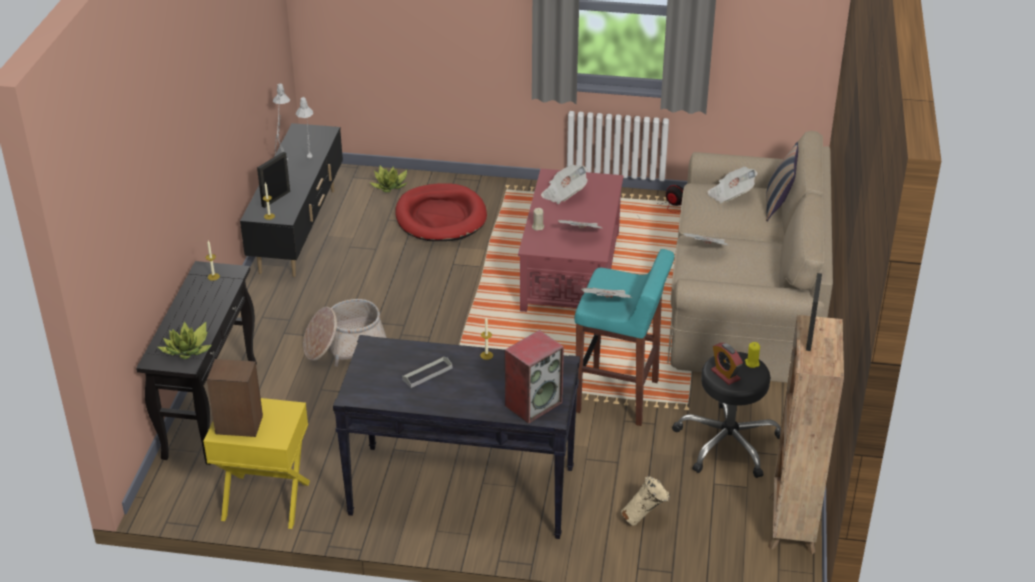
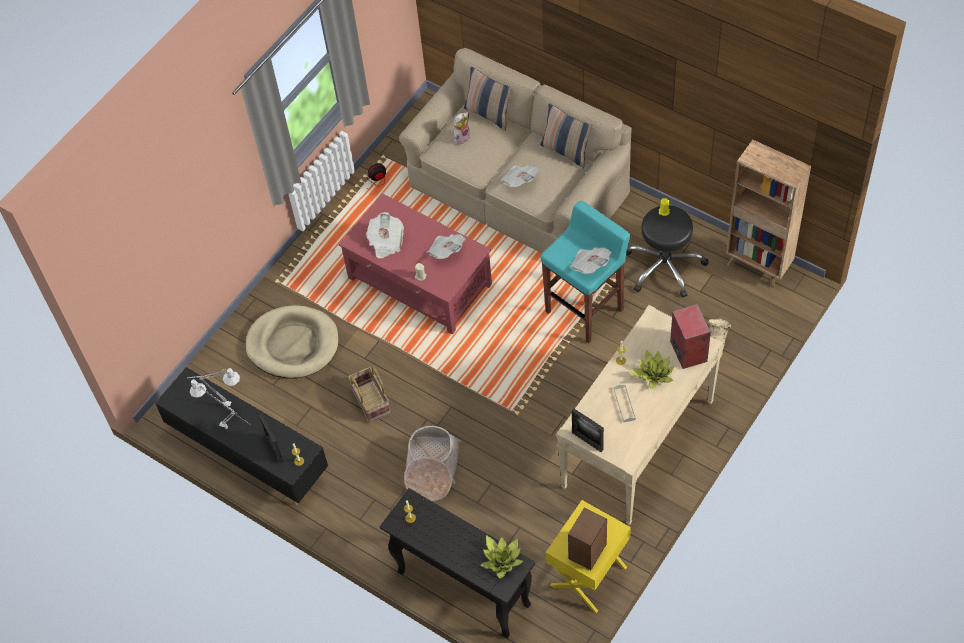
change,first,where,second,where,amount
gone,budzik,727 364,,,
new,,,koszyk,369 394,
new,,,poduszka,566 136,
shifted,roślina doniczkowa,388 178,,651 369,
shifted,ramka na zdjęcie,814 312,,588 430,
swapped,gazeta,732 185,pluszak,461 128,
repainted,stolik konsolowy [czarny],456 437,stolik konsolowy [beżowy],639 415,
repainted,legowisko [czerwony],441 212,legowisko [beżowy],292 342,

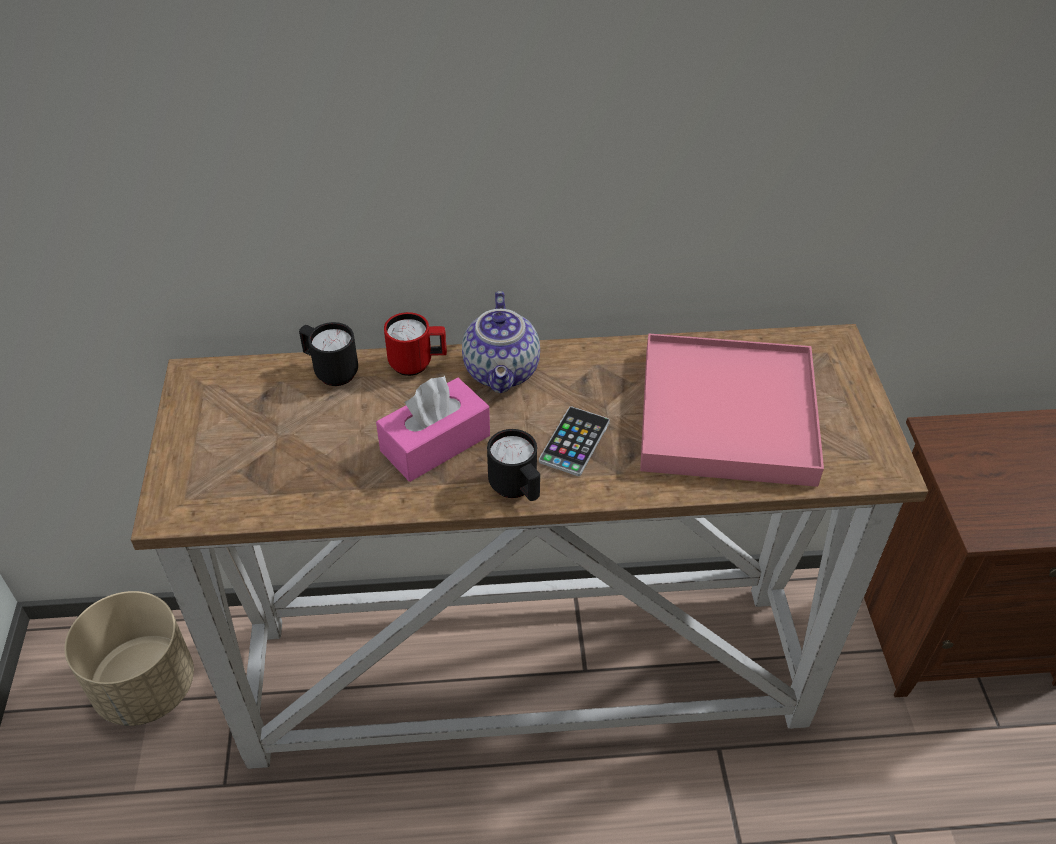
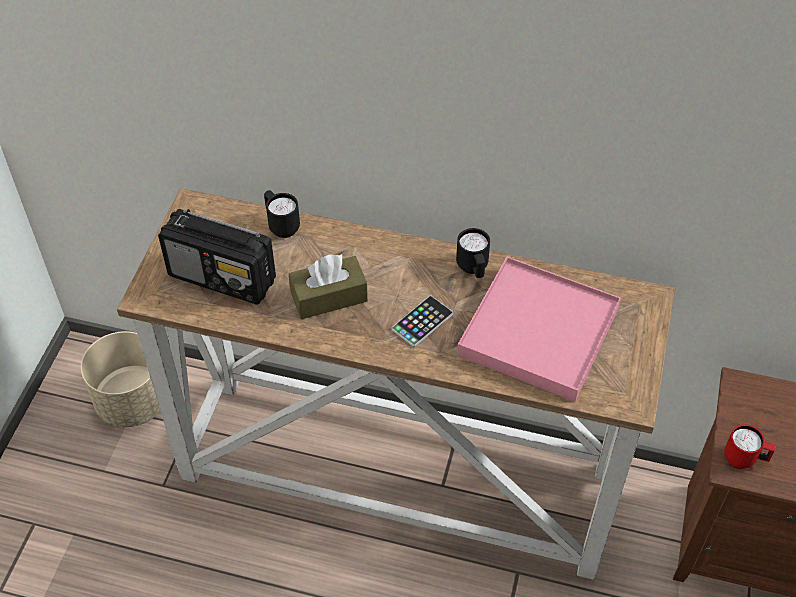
change,first,where,second,where,amount
gone,imbryk,501 342,,,
new,,,radio,217 257,
shifted,kubek [czerwony],415 344,,750 446,
shifted,kubek [czarny],513 465,,473 253,
repainted,pudełko chusteczek [różowy],433 429,pudełko chusteczek [brązowy],328 286,

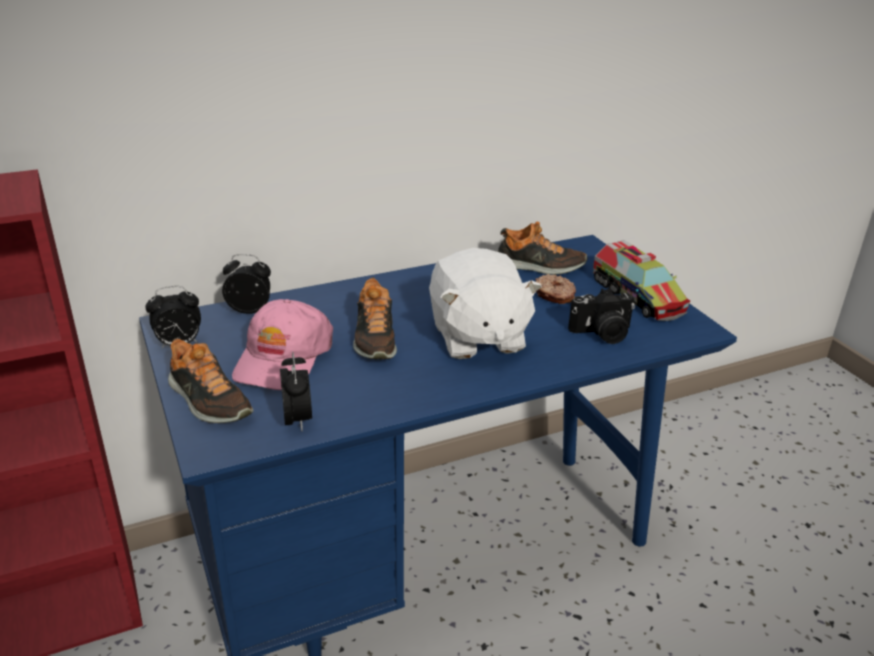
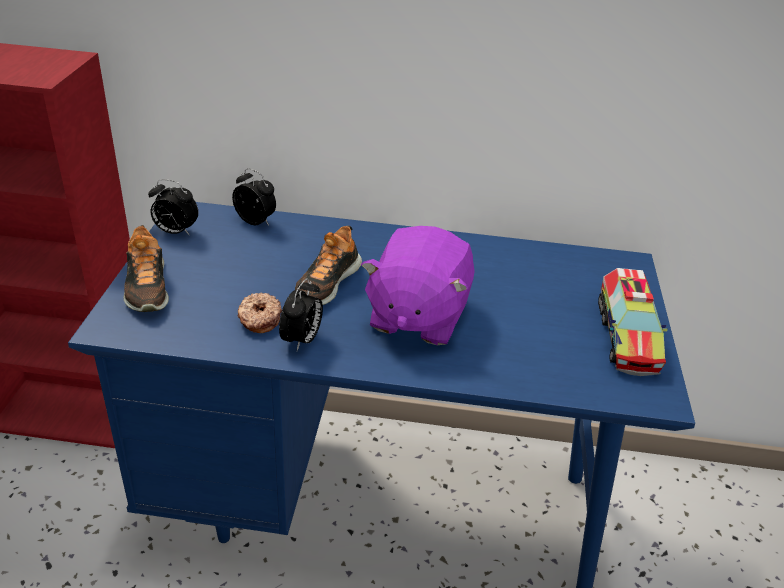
change,first,where,second,where,amount
gone,czapka z daszkiem [różowy],282 344,,,
gone,but,542 248,,,
gone,aparat fotograficzny,601 316,,,
shifted,budzik,296 391,,301 314,
shifted,donut,555 289,,260 313,
repainted,pluszak [biały],485 303,pluszak [fioletowy],418 285,

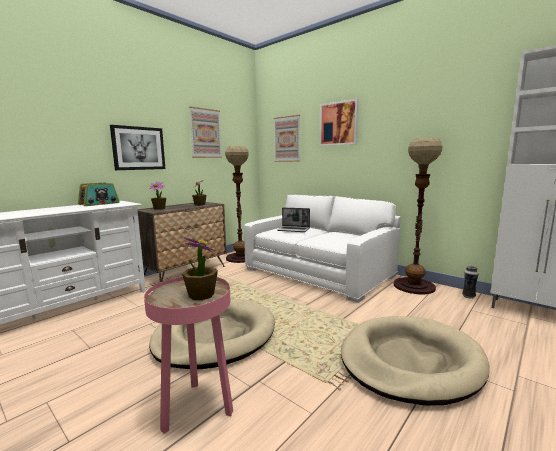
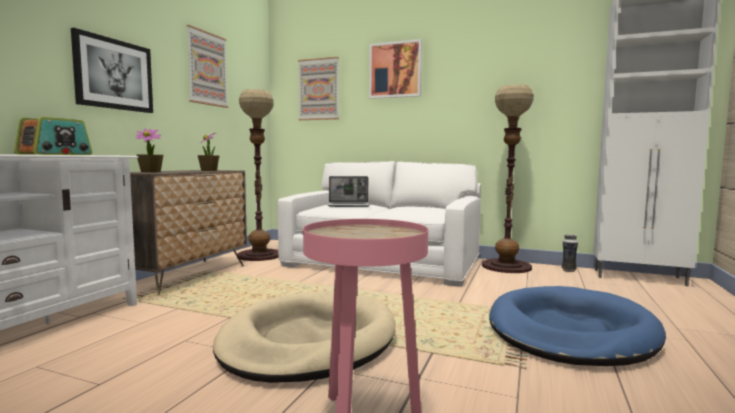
change,first,where,second,where,amount
gone,roślina doniczkowa,200 268,,,
repainted,legowisko [beżowy],415 361,legowisko [niebieski],577 326,

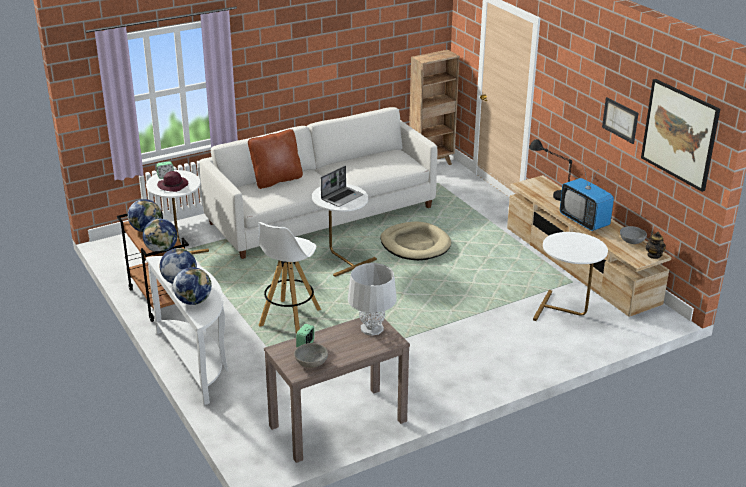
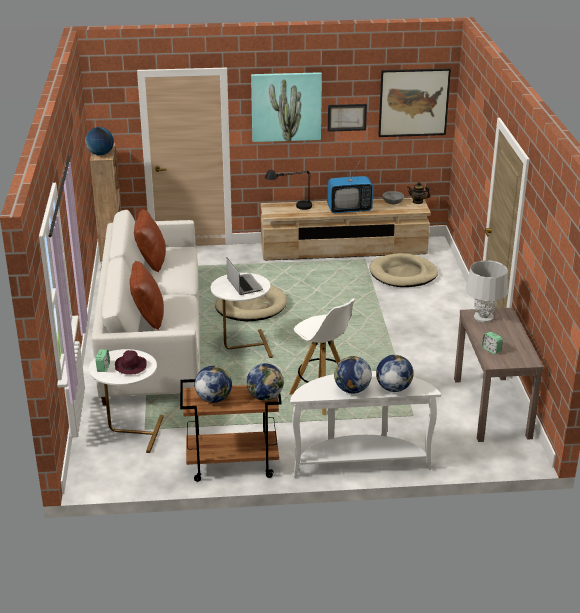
change,first,where,second,where,amount
gone,miska [szary],311 355,,,
new,,,globus,99 141,
new,,,poduszka [brązowy],150 240,
new,,,obraz,286 107,
swapped,stolik [biały],570 276,legowisko [beżowy],403 270,

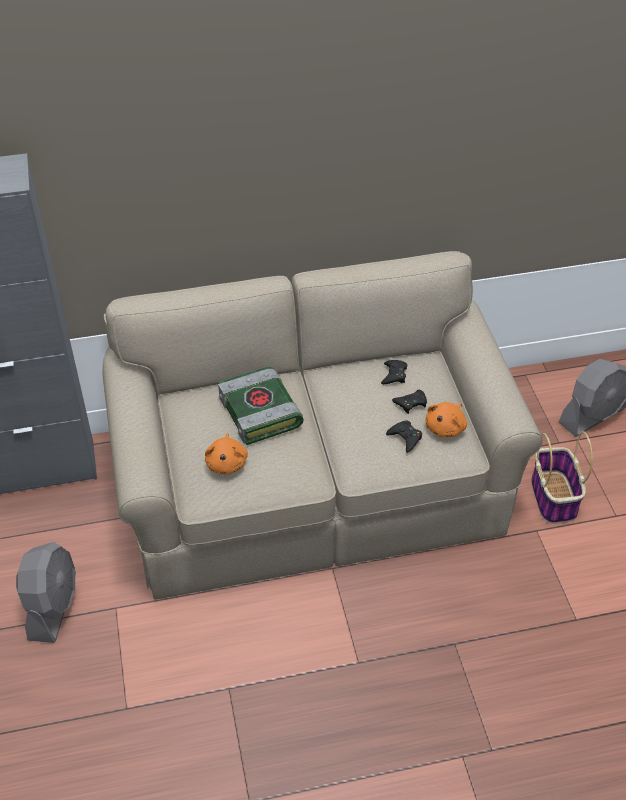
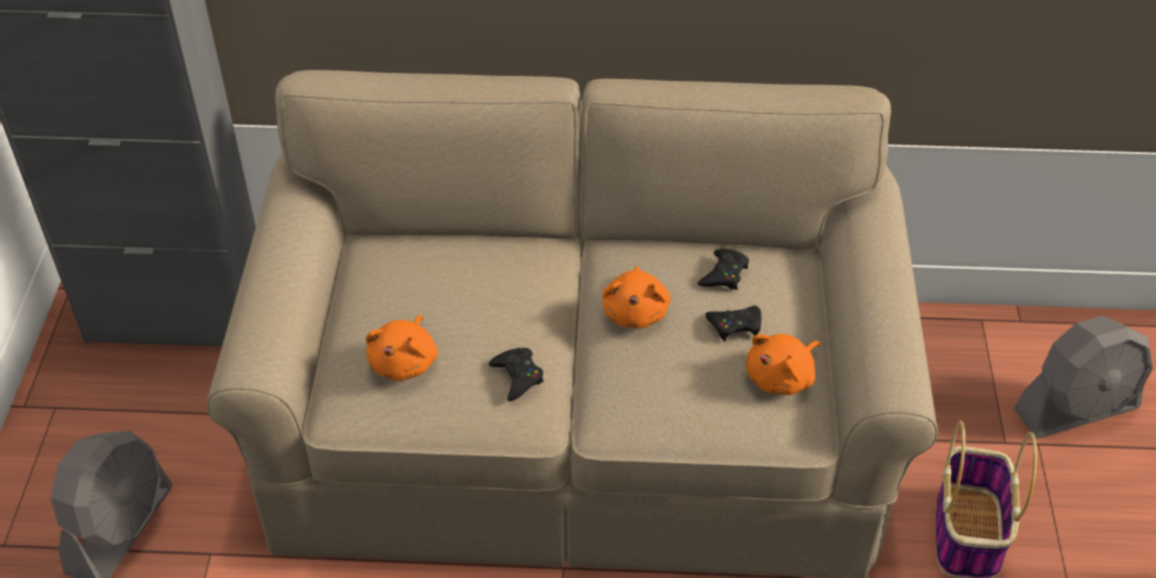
change,first,where,second,where,amount
gone,książka,261 406,,,
new,,,pluszak [pomarańczowy],636 297,
shifted,pad do gier [czarny],404 437,,516 374,

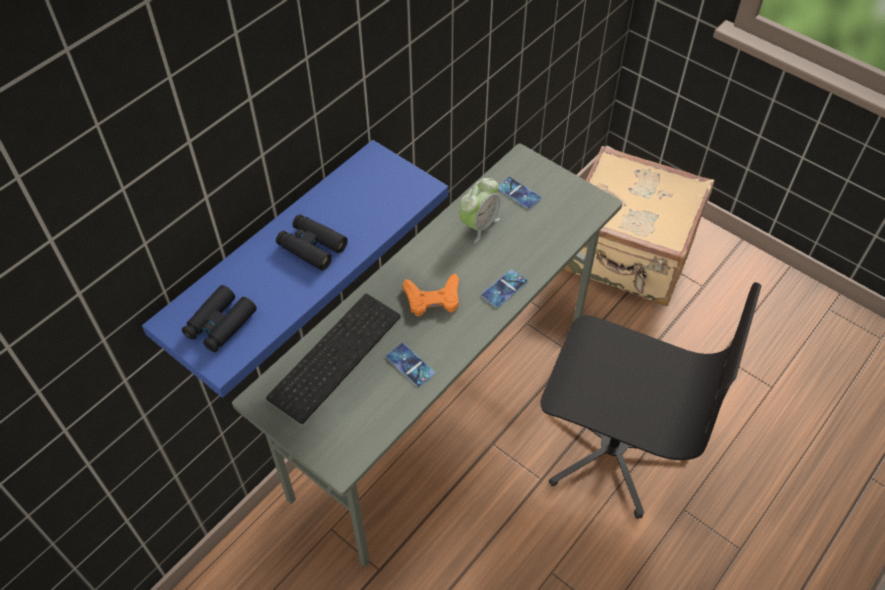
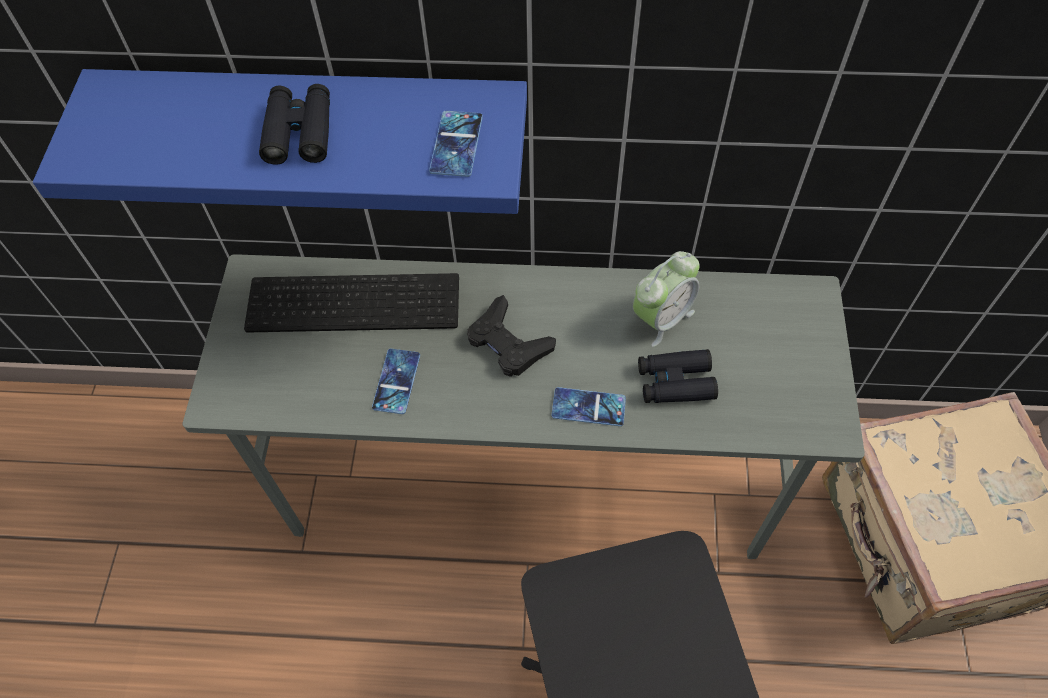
change,first,where,second,where,amount
shifted,lornetka [czarny],219 318,,678 376,
shifted,telefon,520 193,,456 144,
repainted,pad do gier [pomarańczowy],431 295,pad do gier [czarny],511 336,
rotated,budzik,479 210,,666 299,45 degrees counterclockwise

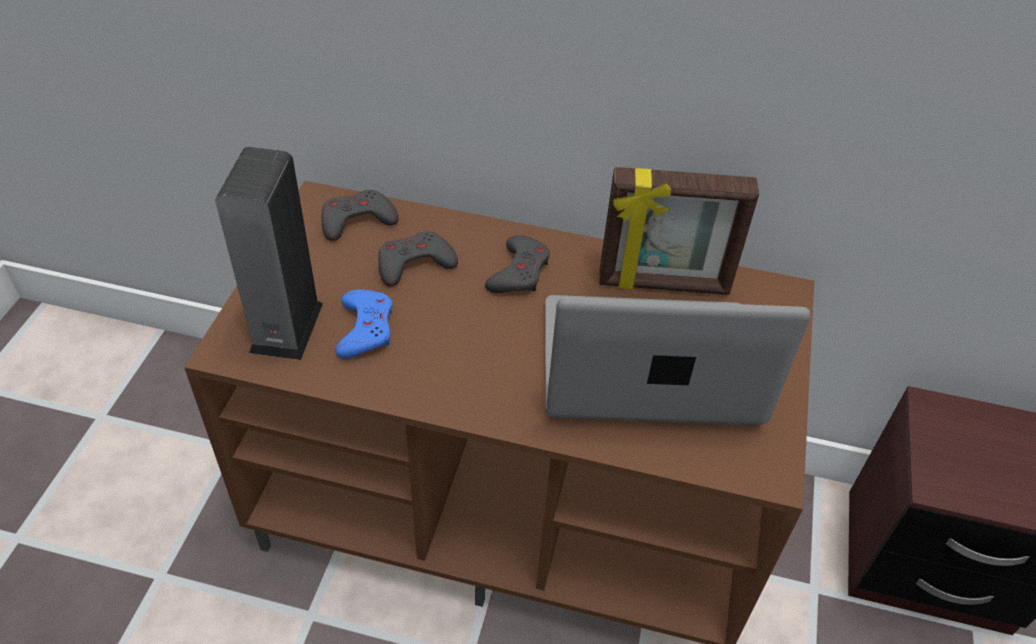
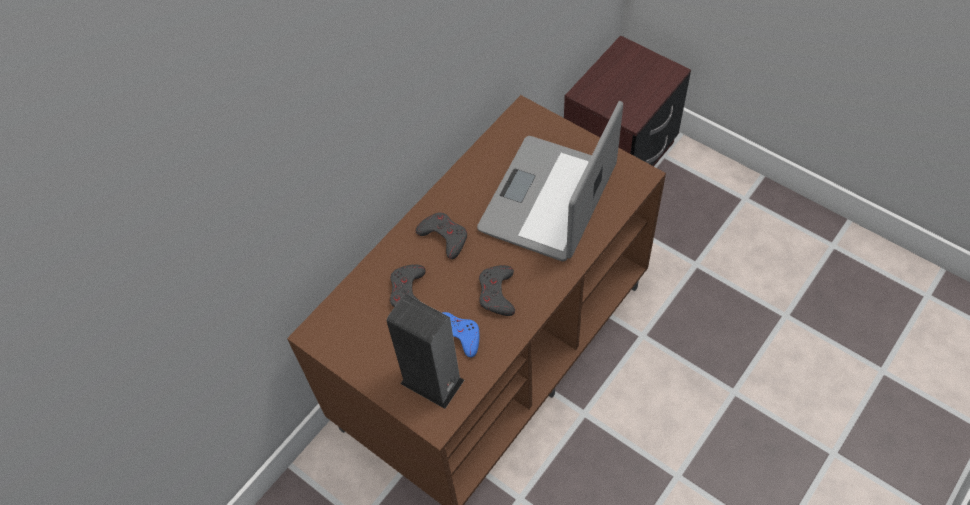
change,first,where,second,where,amount
gone,ramka na zdjęcie,679 231,,,
shifted,pad do gier [szary],360 215,,497 290,

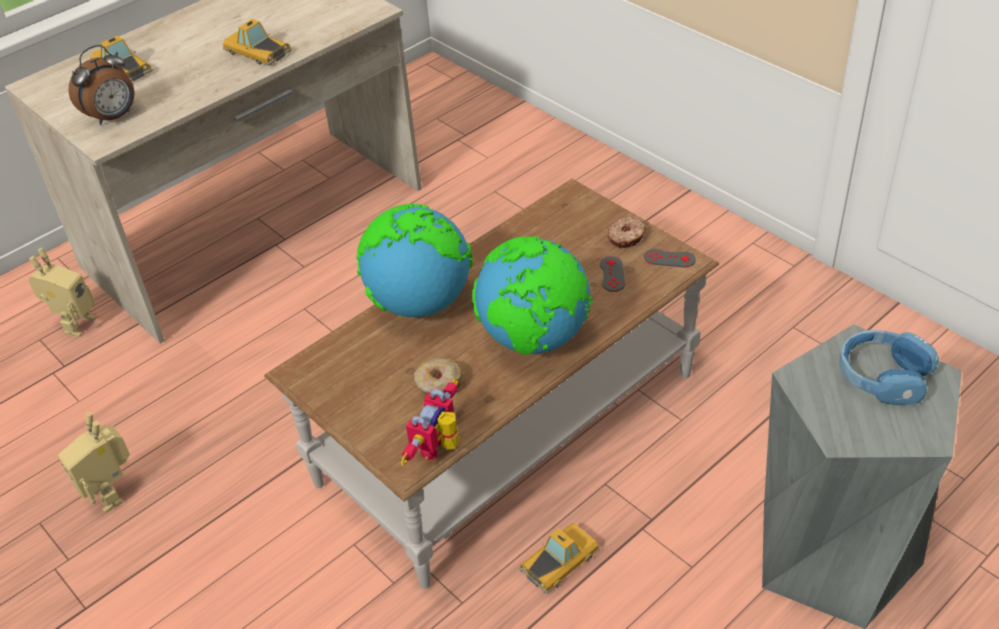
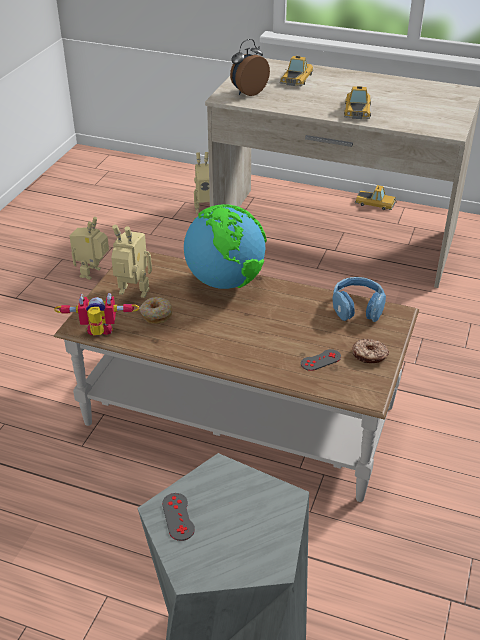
change,first,where,second,where,amount
gone,globus,532 295,,,
new,,,robot zabawkowy,131 261,
shifted,samochodzik,559 558,,376 197,
shifted,pad do gier [szary],670 258,,178 517,
shifted,słuchawki [niebieski],889 367,,359 299,
rotated,budzik,101 85,,250 67,120 degrees clockwise

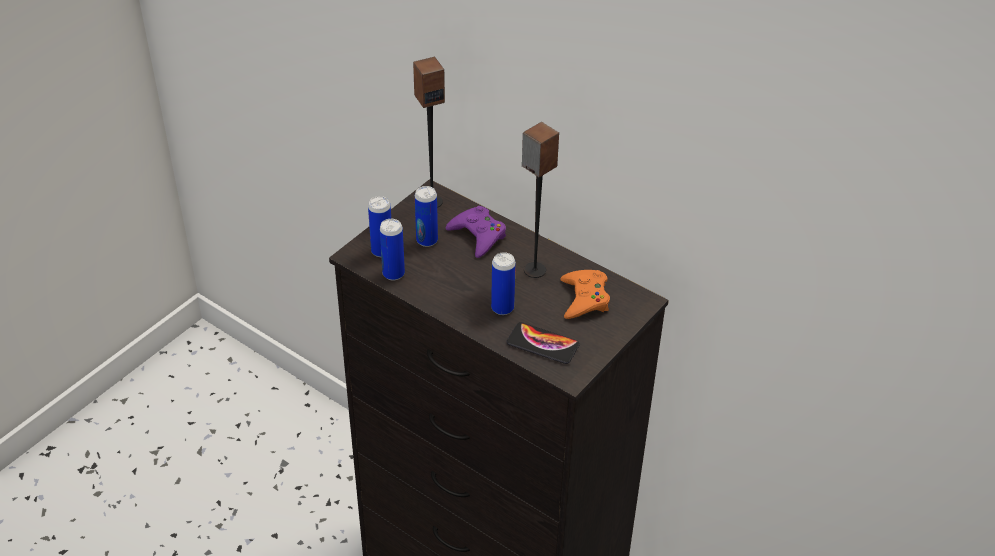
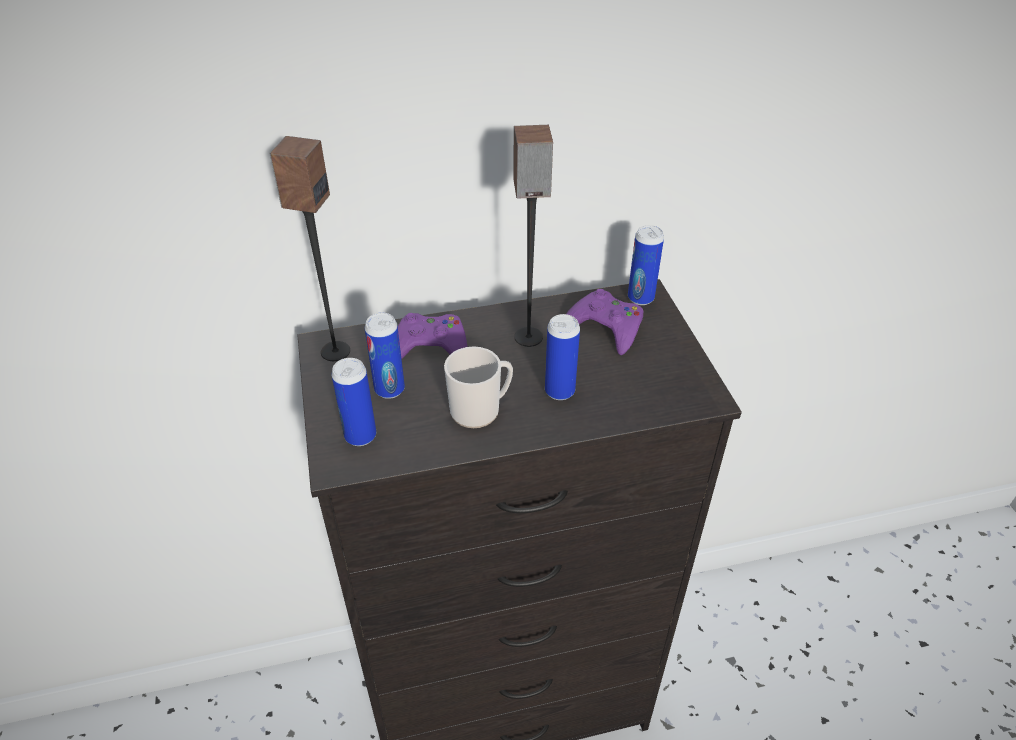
change,first,where,second,where,amount
gone,telefon,543 343,,,
new,,,kubek,478 387,
shifted,puszka,392 249,,646 265,
repainted,pad do gier [pomarańczowy],585 294,pad do gier [fioletowy],605 322,

